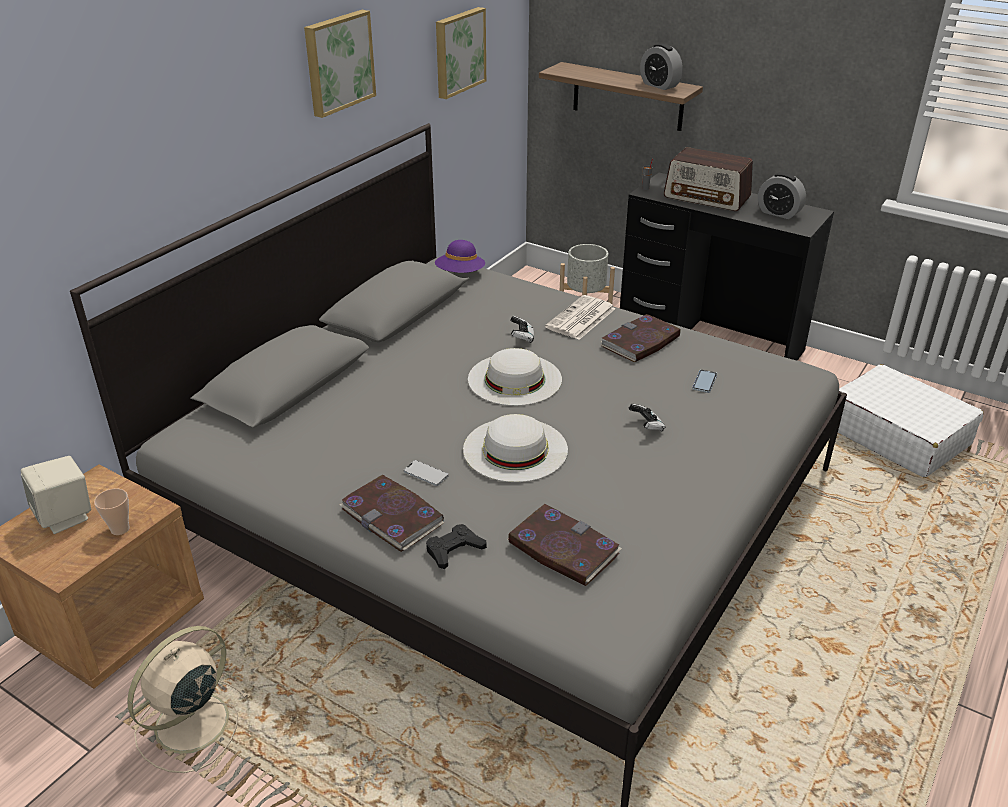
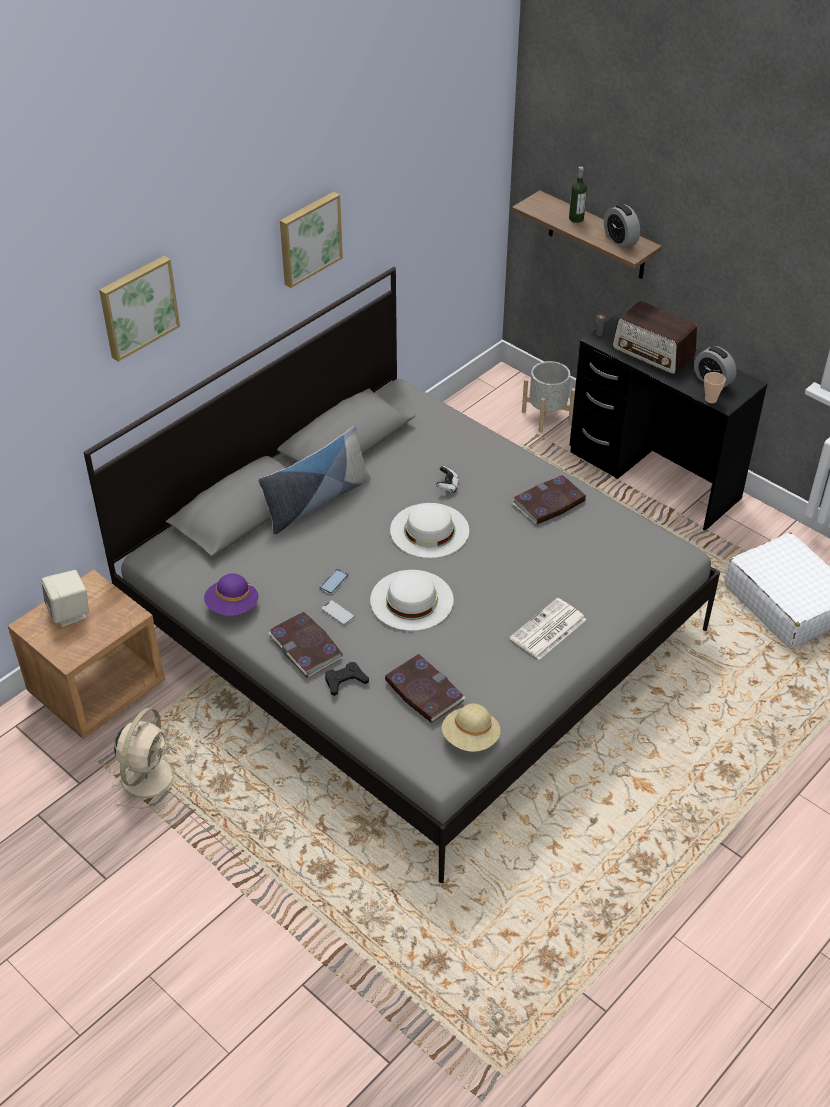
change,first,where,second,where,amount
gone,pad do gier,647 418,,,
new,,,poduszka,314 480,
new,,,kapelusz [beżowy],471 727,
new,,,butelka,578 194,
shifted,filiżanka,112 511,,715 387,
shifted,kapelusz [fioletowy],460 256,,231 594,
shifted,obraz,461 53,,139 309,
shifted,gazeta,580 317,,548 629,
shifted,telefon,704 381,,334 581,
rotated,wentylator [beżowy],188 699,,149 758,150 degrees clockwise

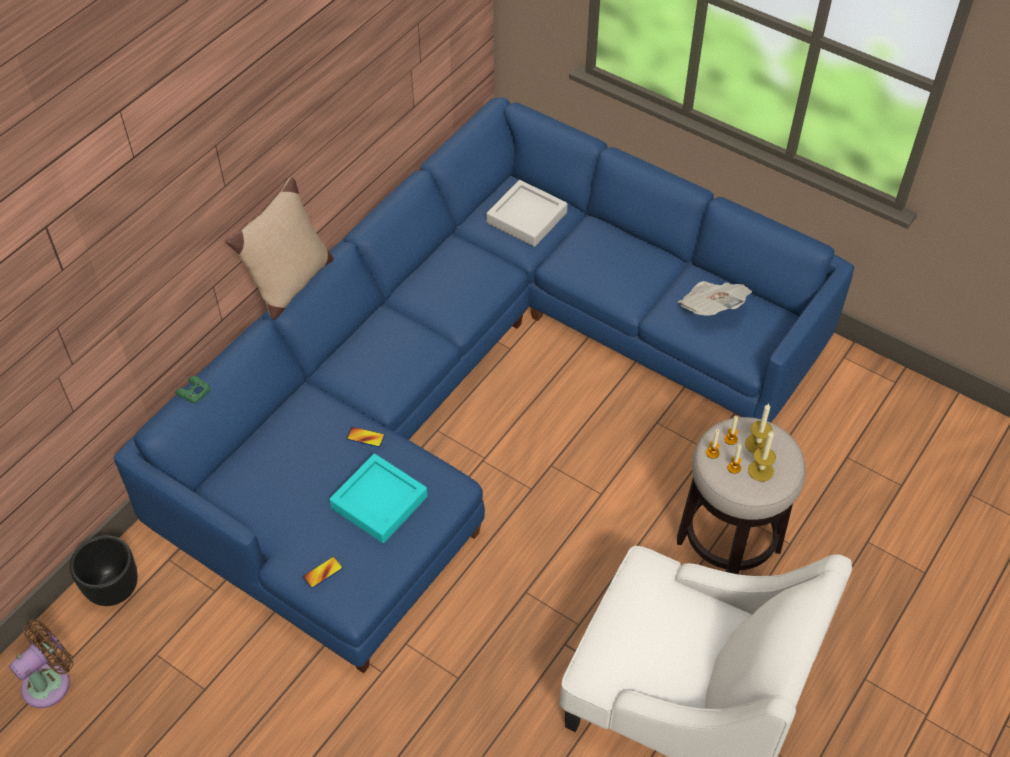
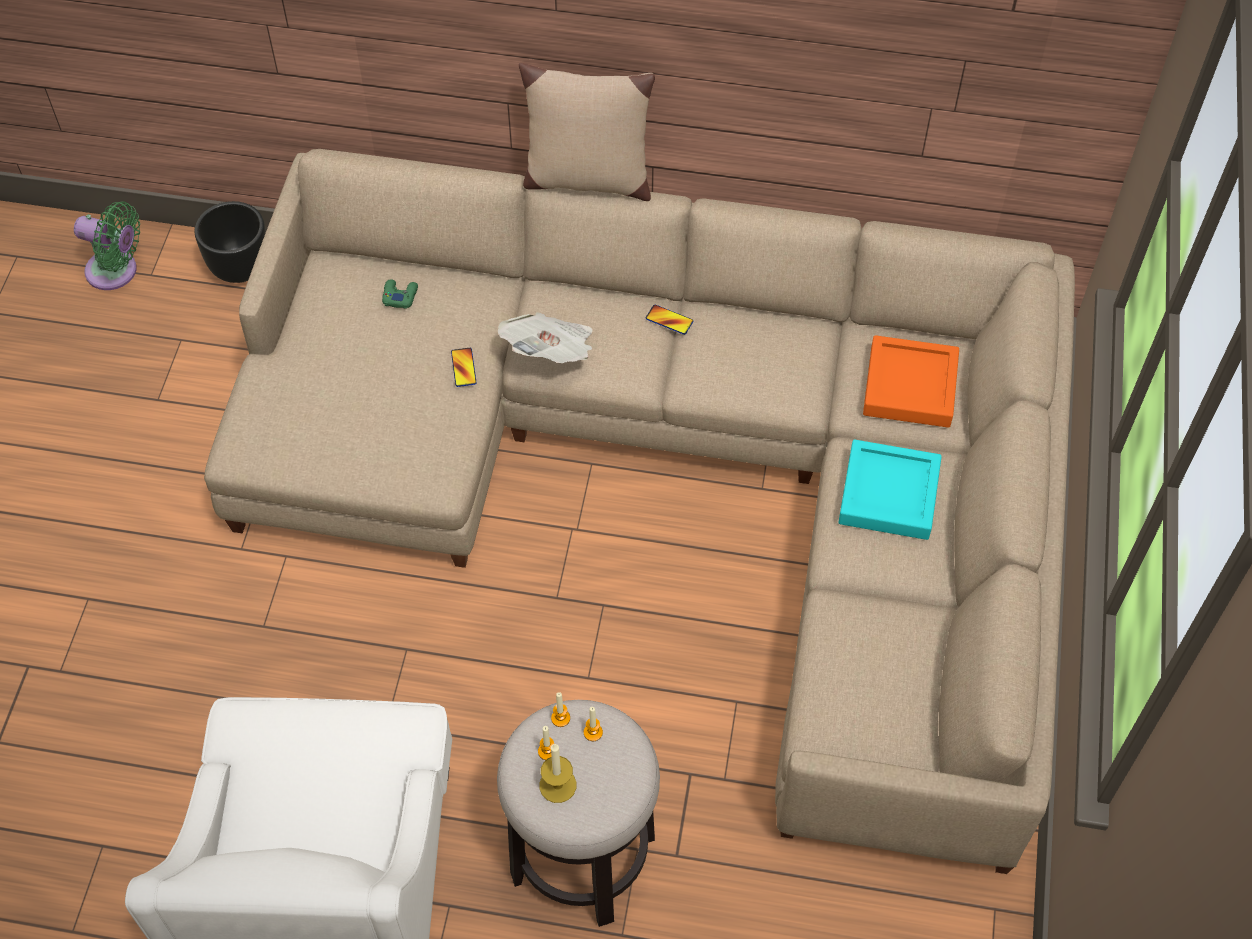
change,first,where,second,where,amount
gone,świeca,759 428,,,
shifted,pad do gier [zielony],192 389,,400 294,
shifted,telefon,322 572,,669 320,
shifted,taca [turkusowy],378 498,,890 490,
shifted,gazeta,714 298,,545 337,
repainted,wentylator [brązowy],41 663,wentylator [zielony],107 245,
repainted,kanapa [niebieski],484 385,kanapa [beżowy],639 511,
repainted,taca [szary],526 213,taca [pomarańczowy],911 381,

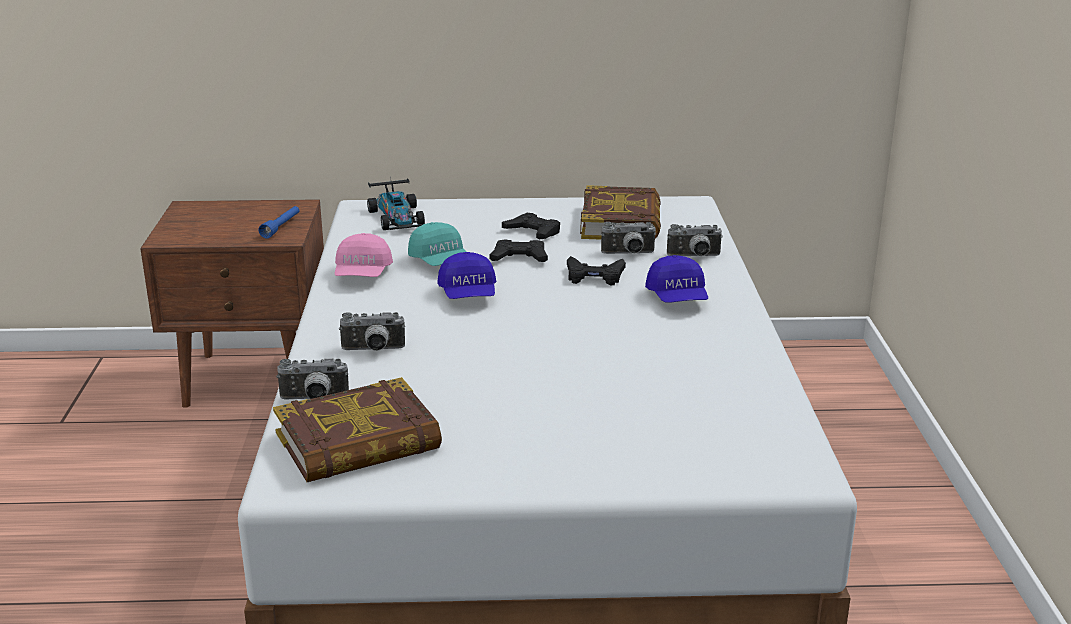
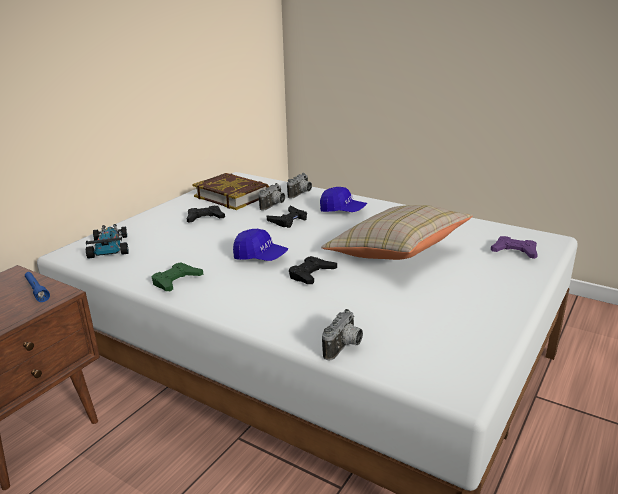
change,first,where,second,where,amount
gone,książka,357 429,,,
gone,aparat fotograficzny,372 331,,,
gone,czapka z daszkiem [turkusowy],437 244,,,
new,,,poduszka [beżowy],397 232,
new,,,pad do gier [fioletowy],514 247,
shifted,pad do gier [czarny],518 250,,313 270,
swapped,czapka z daszkiem [różowy],364 255,pad do gier [zielony],177 276,
rotated,samochodzik,396 203,,107 241,120 degrees counterclockwise

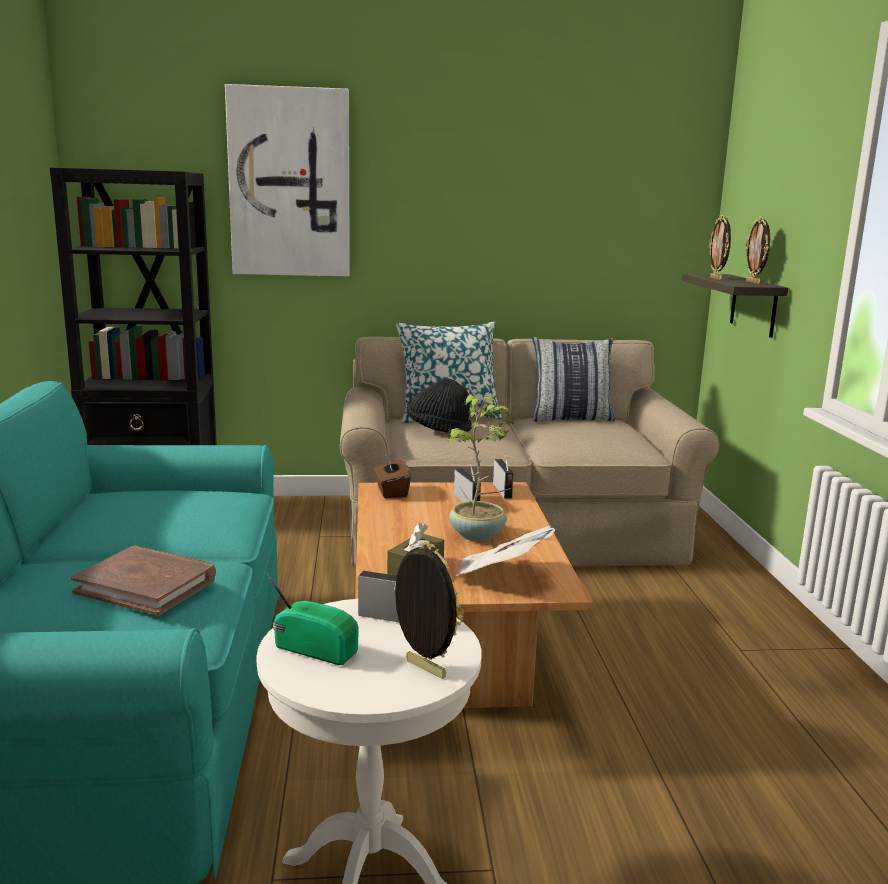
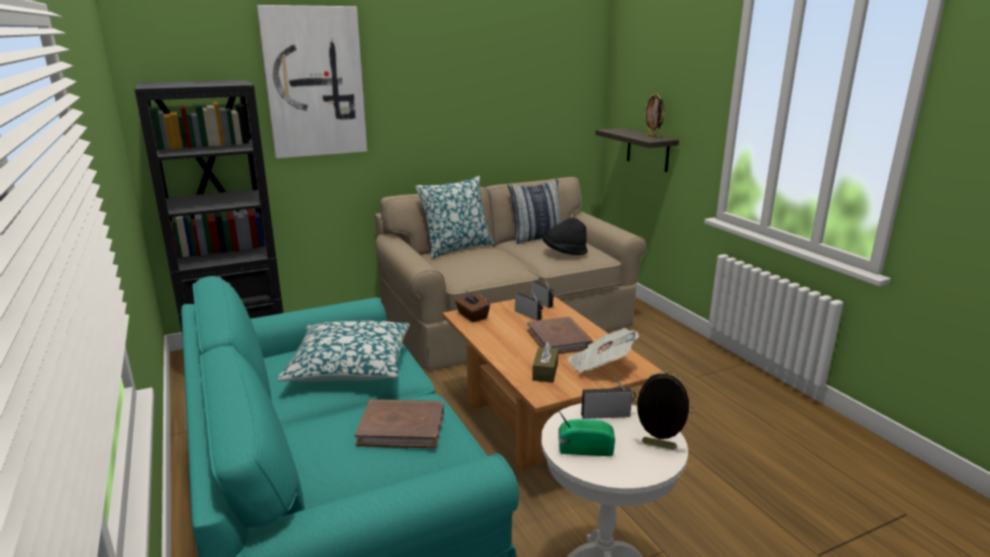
change,first,where,second,where,amount
gone,ramka na zdjęcie,720 247,,,
new,,,poduszka,343 351,
shifted,kapelusz [czarny],439 405,,565 236,
swapped,roślina doniczkowa,480 468,książka [brązowy],560 335,

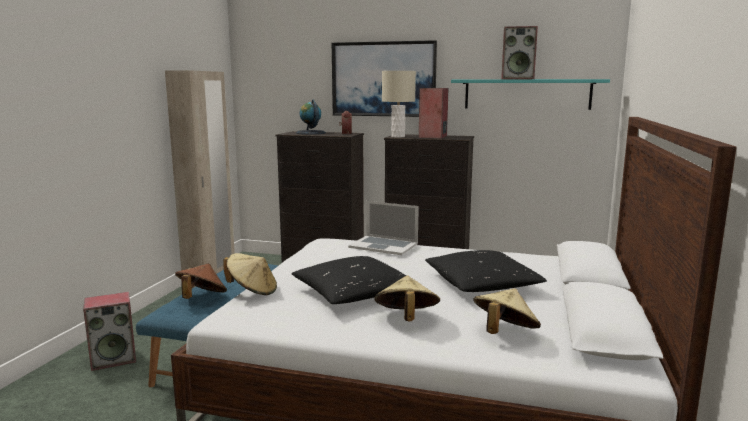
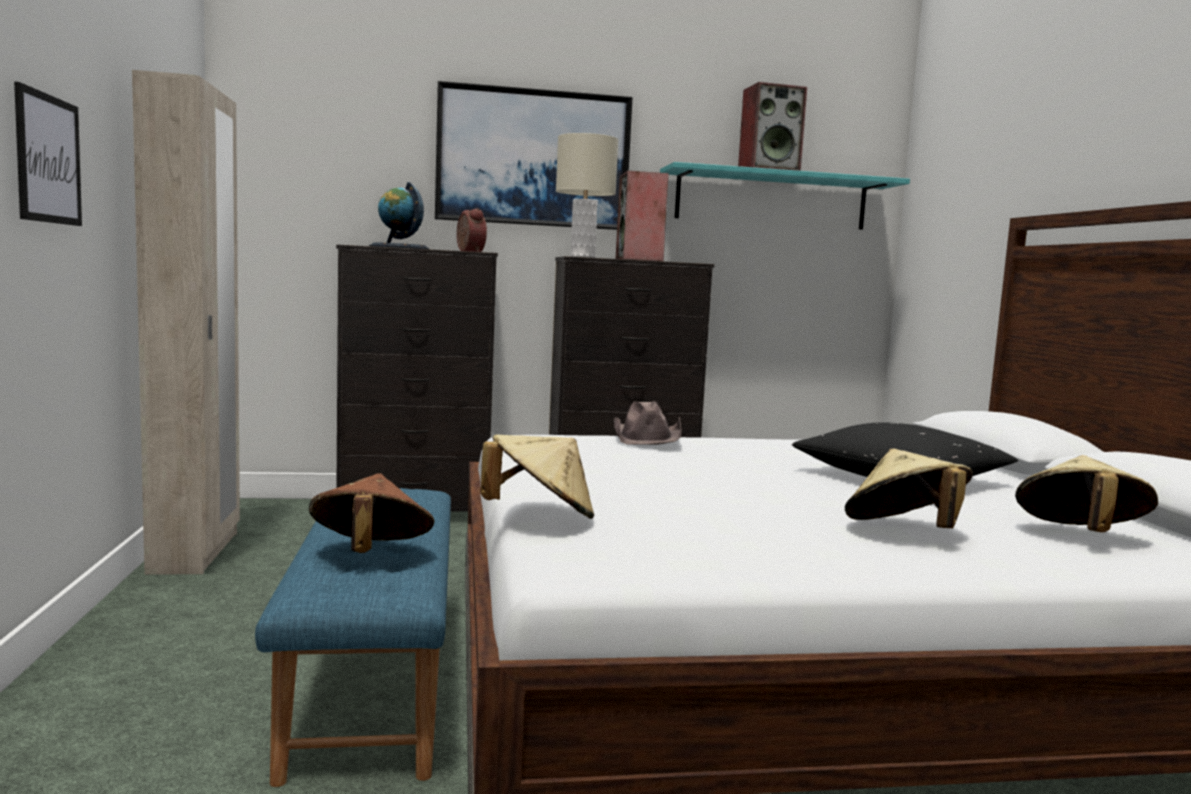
change,first,where,second,where,amount
gone,głośnik,109 331,,,
gone,poduszka [czarny],349 280,,,
new,,,obraz,48 154,
swapped,laptop,383 228,kapelusz [brązowy],647 423,

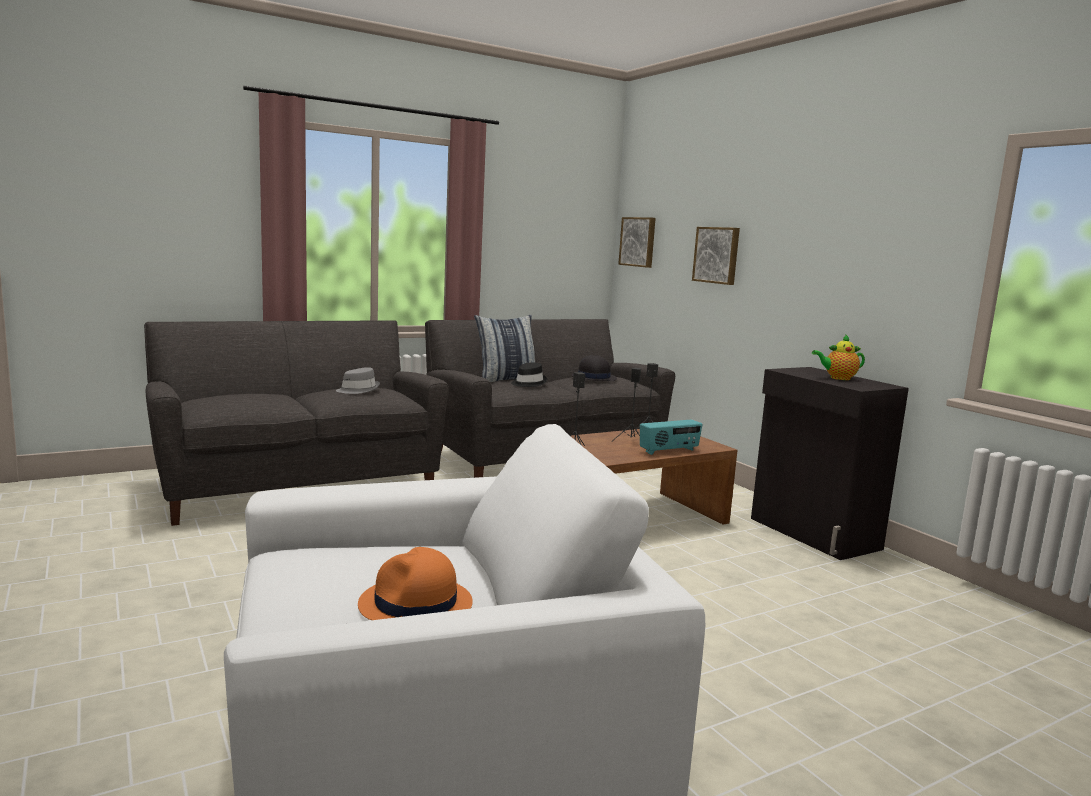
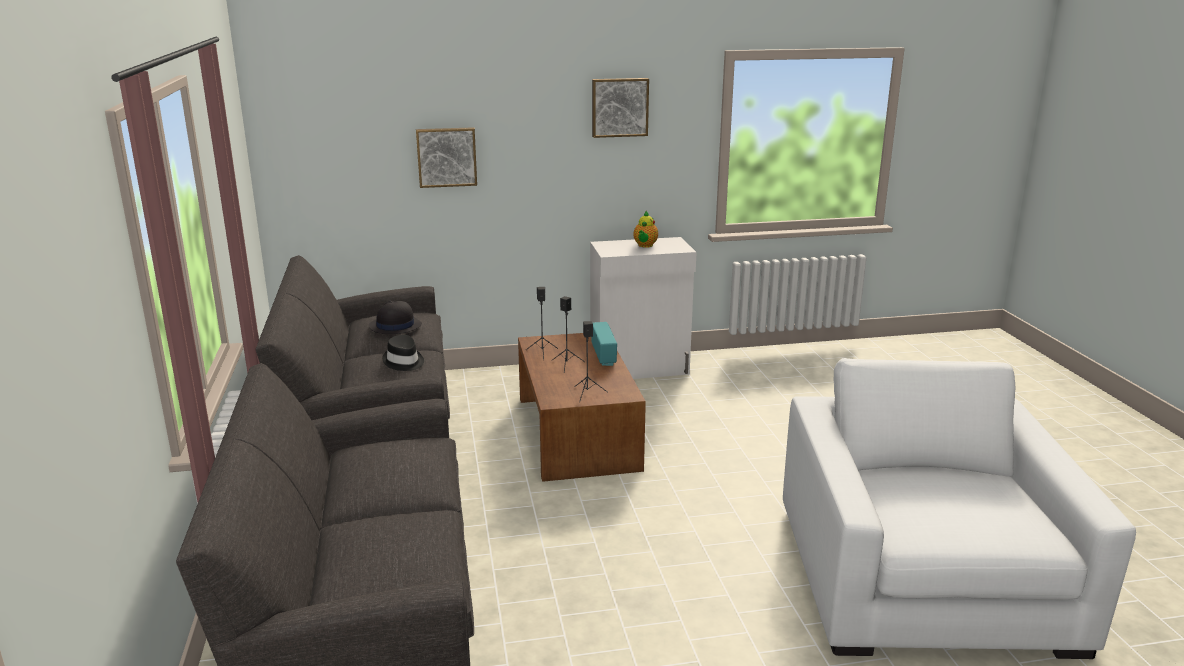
change,first,where,second,where,amount
gone,kapelusz [szary],358 380,,,
gone,kapelusz [pomarańczowy],415 583,,,
gone,poduszka,504 348,,,
shifted,obraz,637 242,,620 108,
repainted,szafka [czarny],830 463,szafka [biały],643 308,

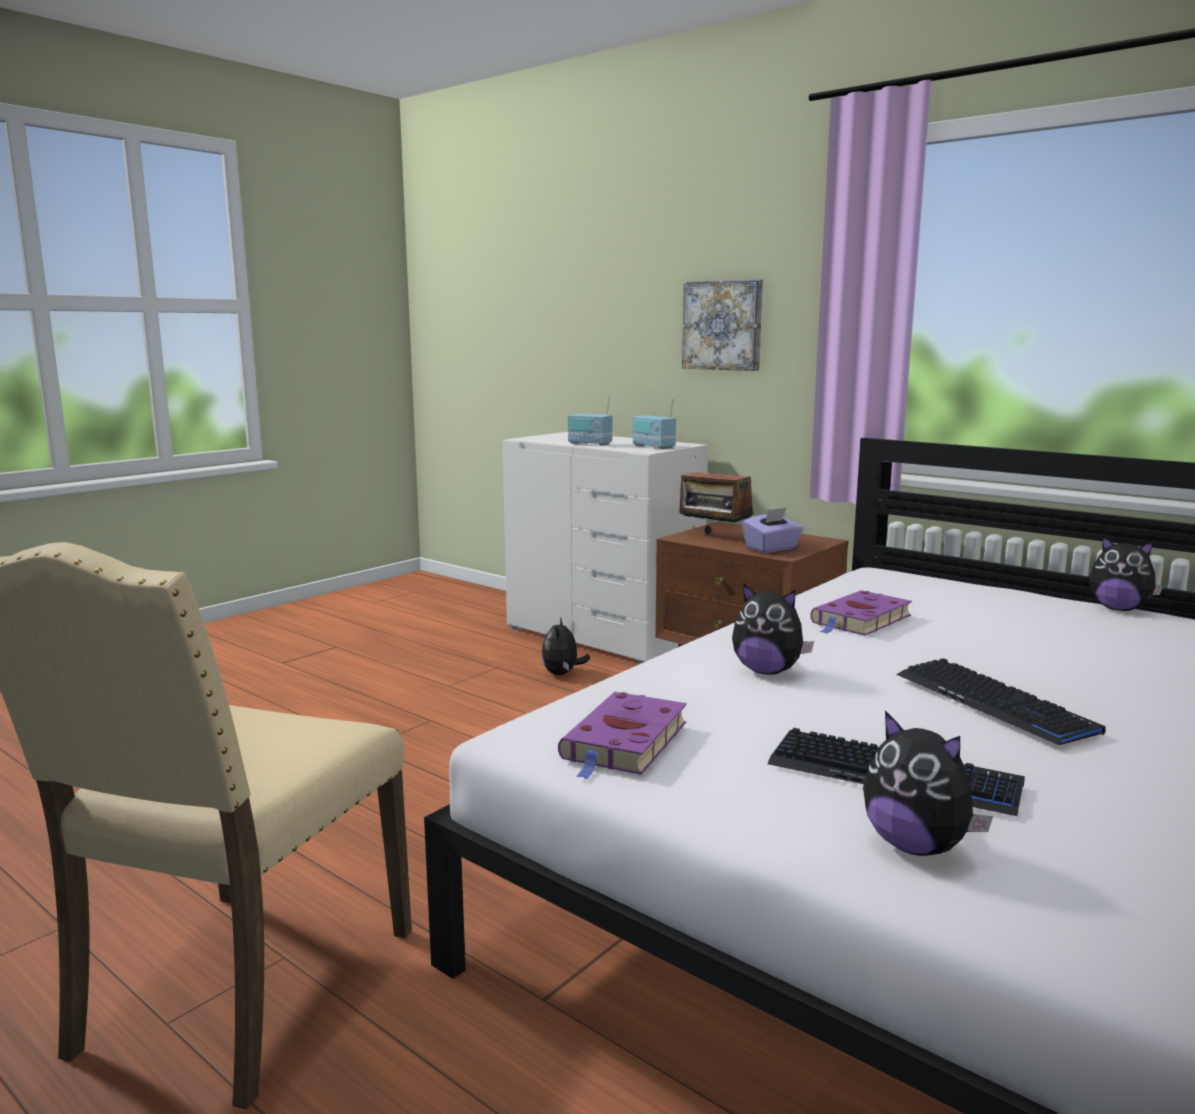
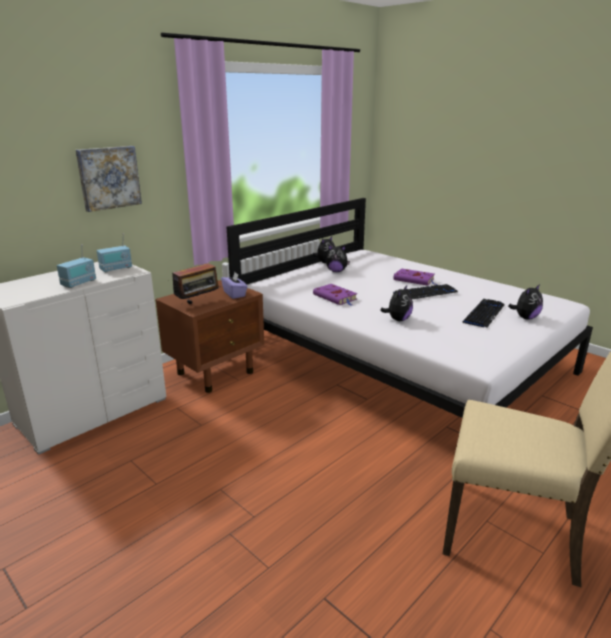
change,first,where,second,where,amount
shifted,pluszak,566 646,,338 258,
shifted,książka [fioletowy],622 736,,415 277,

